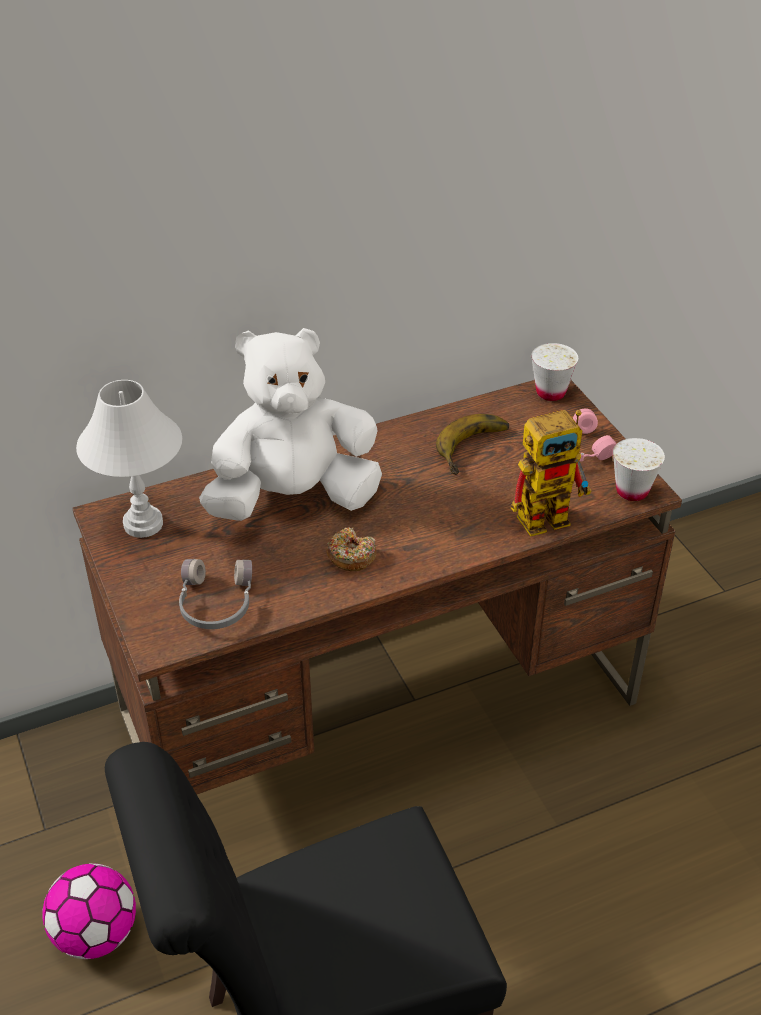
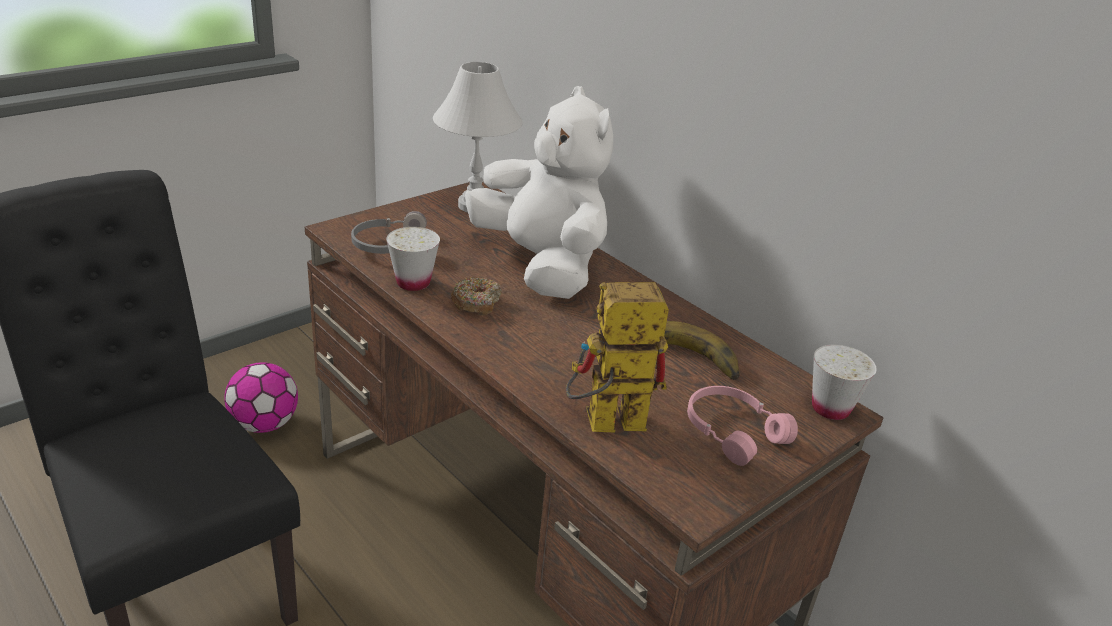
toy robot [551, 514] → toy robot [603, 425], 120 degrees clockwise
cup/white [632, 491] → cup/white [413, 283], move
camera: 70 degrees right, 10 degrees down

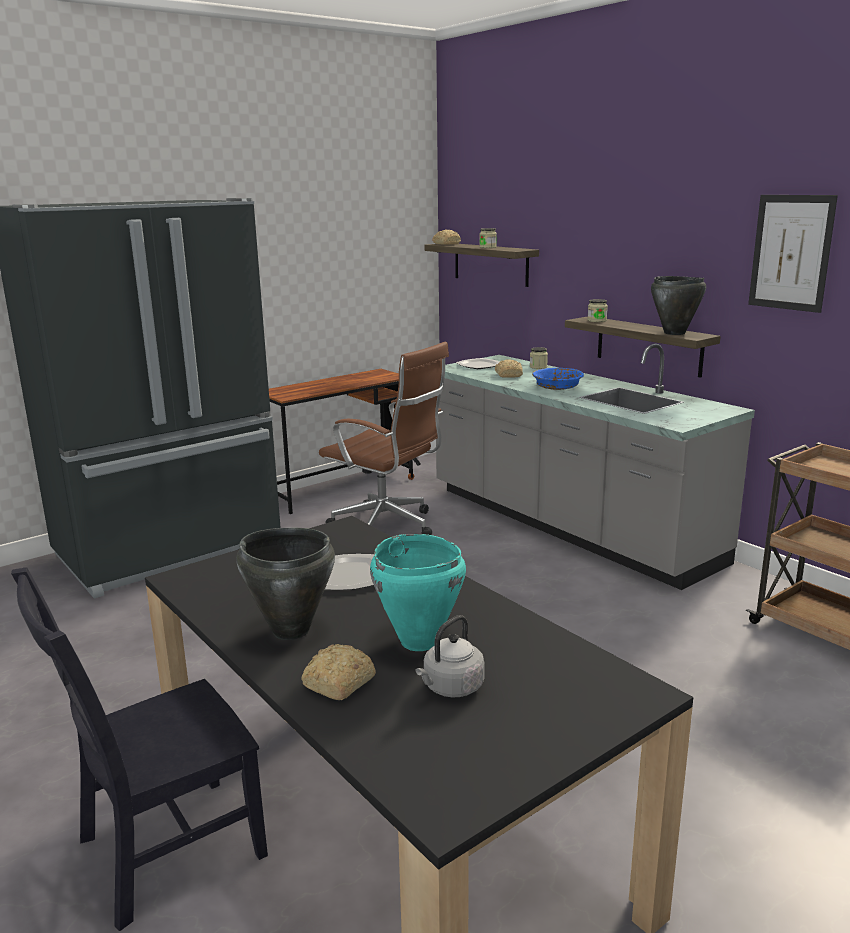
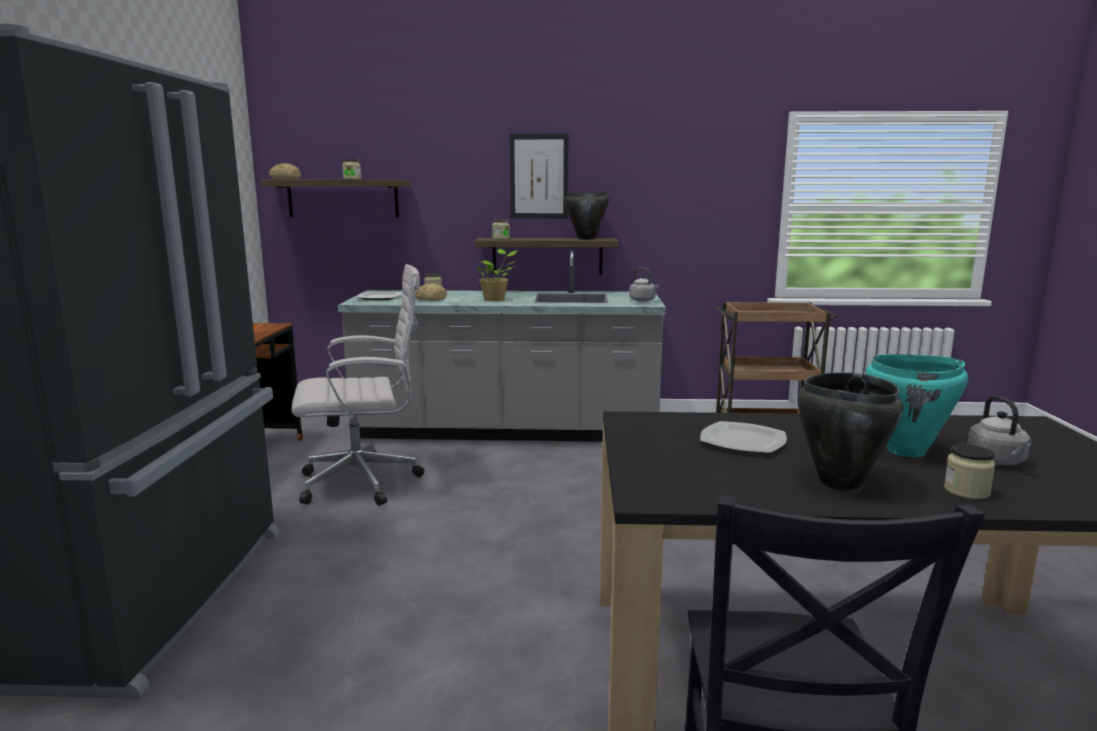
bread [337, 684] → jar [966, 491]
office chair/brown [388, 527] → office chair/white [365, 482]
bowl/blue [557, 387] → potted plant [496, 299]
picture [791, 252] → picture [539, 176], move
- → kettle/grey [643, 300]
camera: 50 degrees left, 5 degrees down

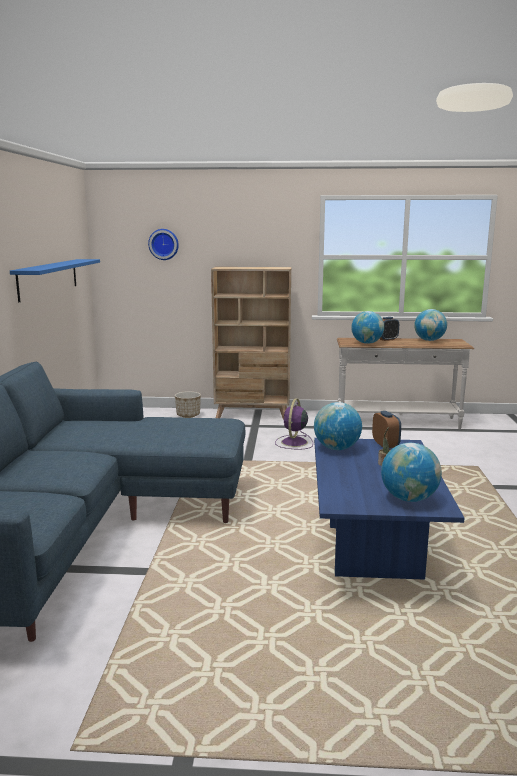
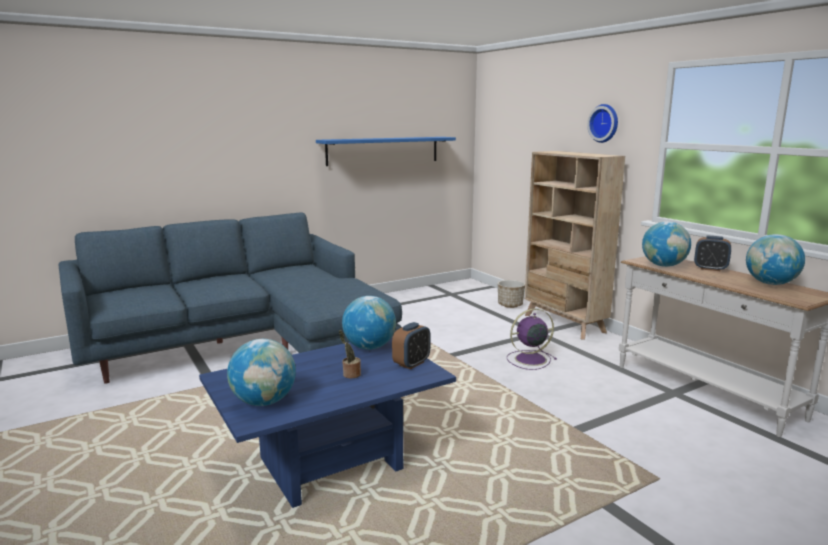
wall clock [164, 244] → wall clock [605, 123], move
camera: 55 degrees right, 0 degrees up

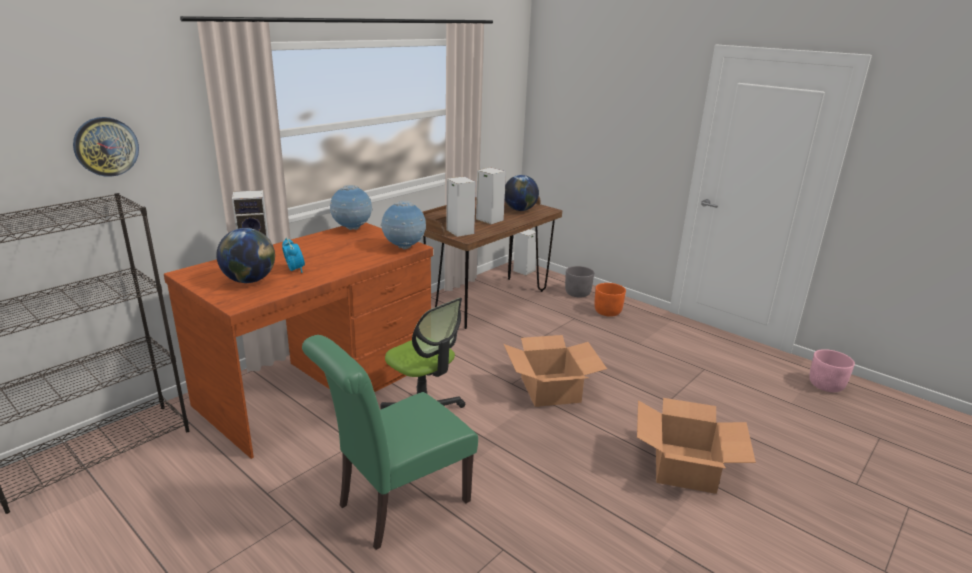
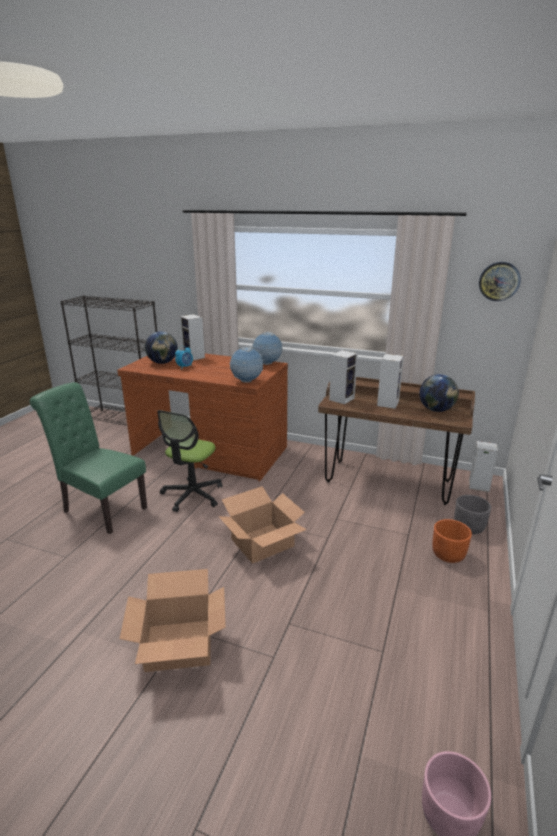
wall clock [106, 146] → wall clock [499, 281], move
camera: 70 degrees right, 0 degrees up

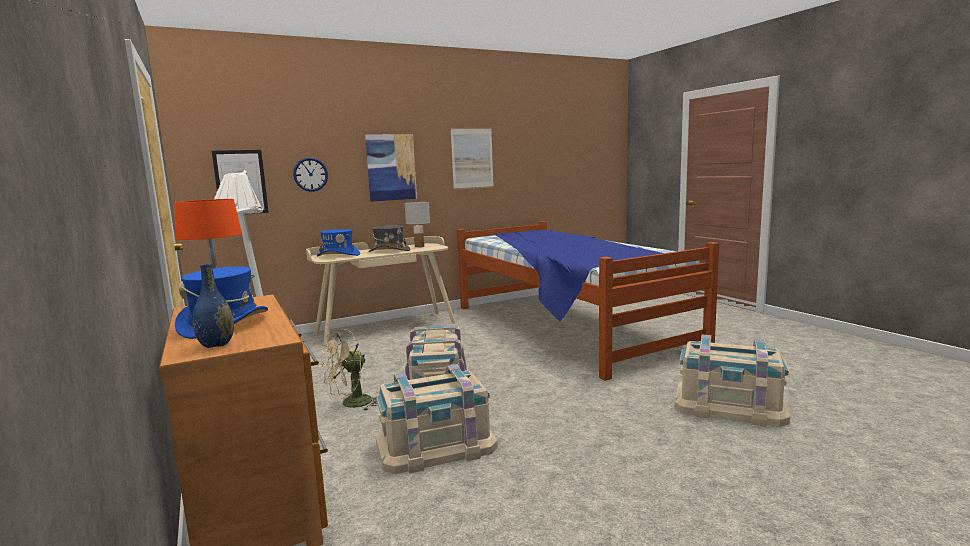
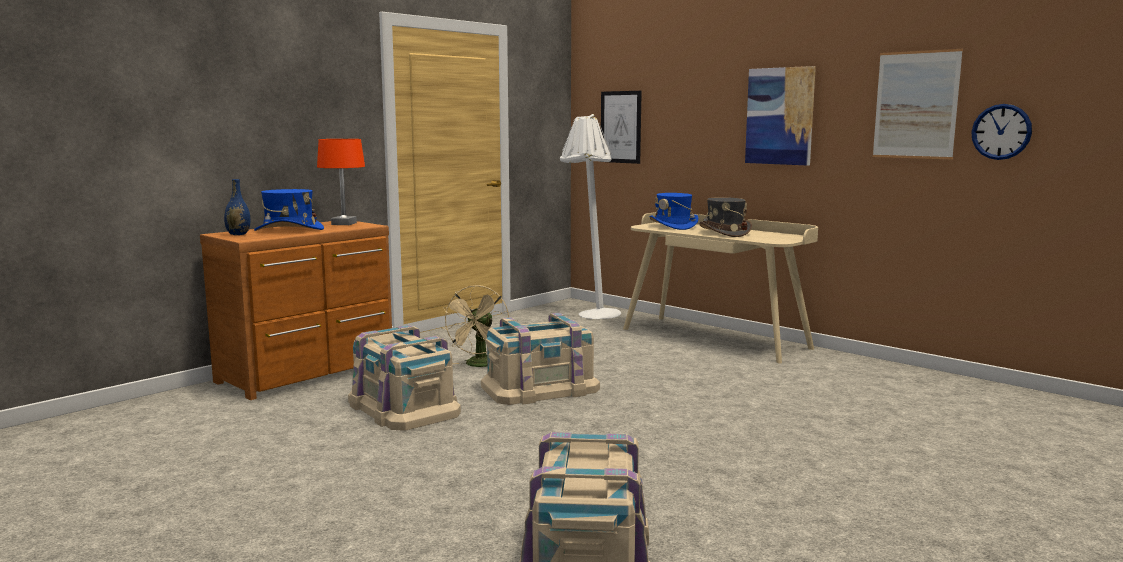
wall clock [310, 174] → wall clock [1001, 132], move
fan/beige [351, 404] → fan/beige [479, 365], 105 degrees counterclockwise
table lamp/white [419, 246] → -
bed [566, 326] → -
camera: 70 degrees right, 0 degrees up

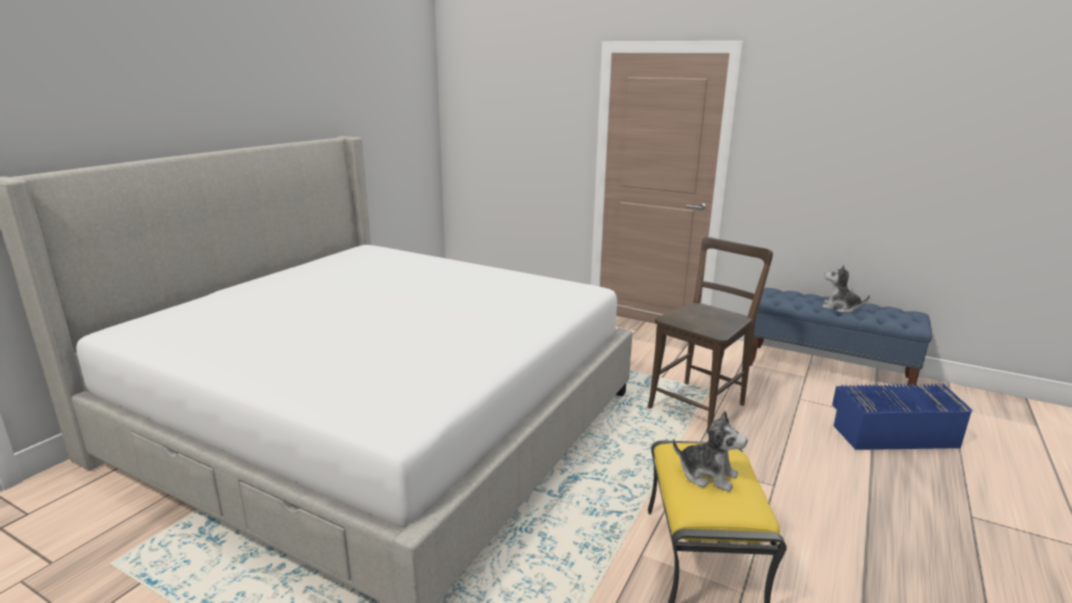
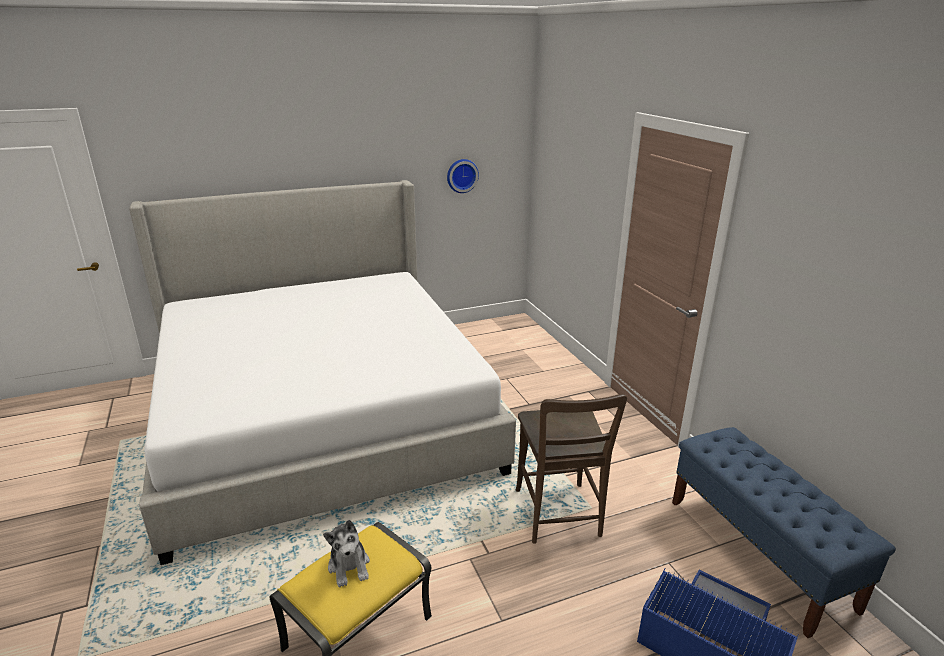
chair/brown [699, 404] → chair/brown [558, 516], 90 degrees clockwise
plush toy [840, 308] → -
- → wall clock [461, 175]
camera: 40 degrees right, 5 degrees up

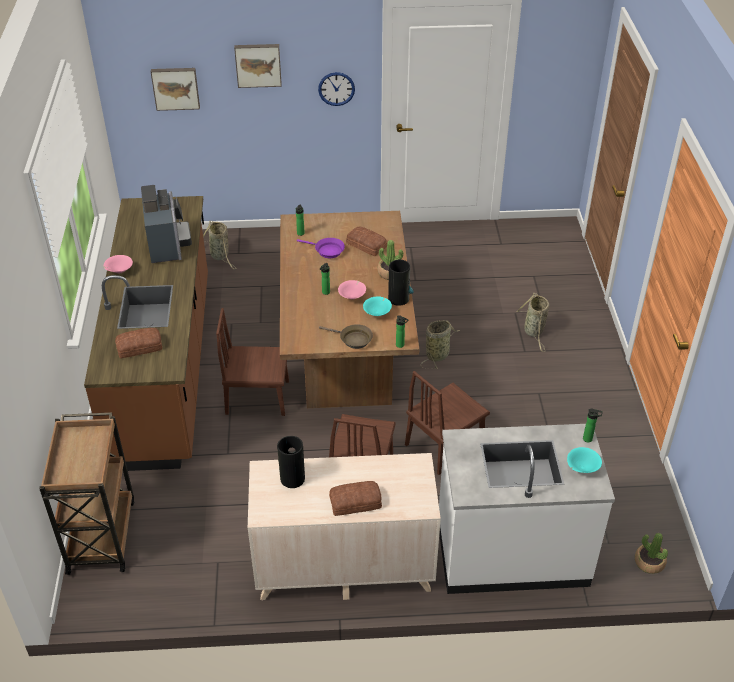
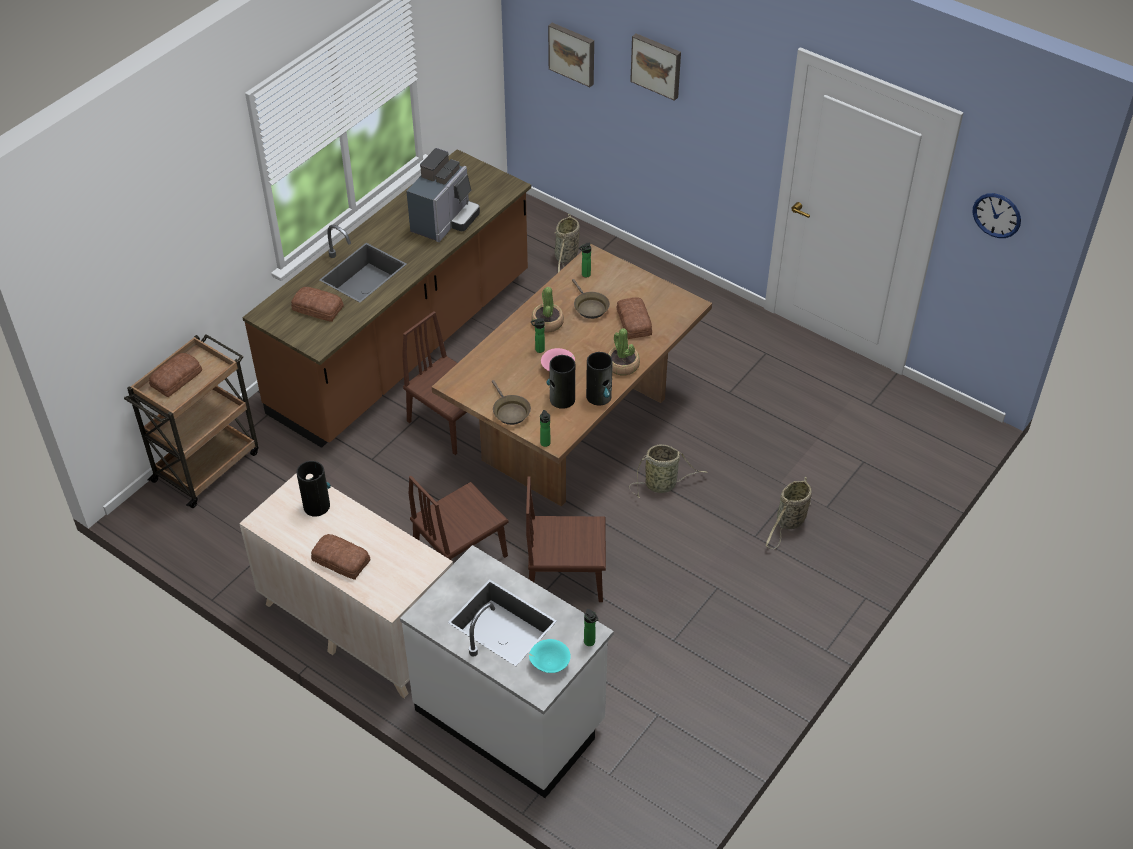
bowl/pink [119, 271] → -
frying pan/purple [327, 251] → frying pan/brown [589, 307]
wall clock [336, 89] → wall clock [997, 215], move
bowl/turquoise [377, 313] → vase [562, 399]
potted plant [649, 562] → potted plant [547, 323], move
- → bread [177, 379]
camera: 40 degrees right, 5 degrees up

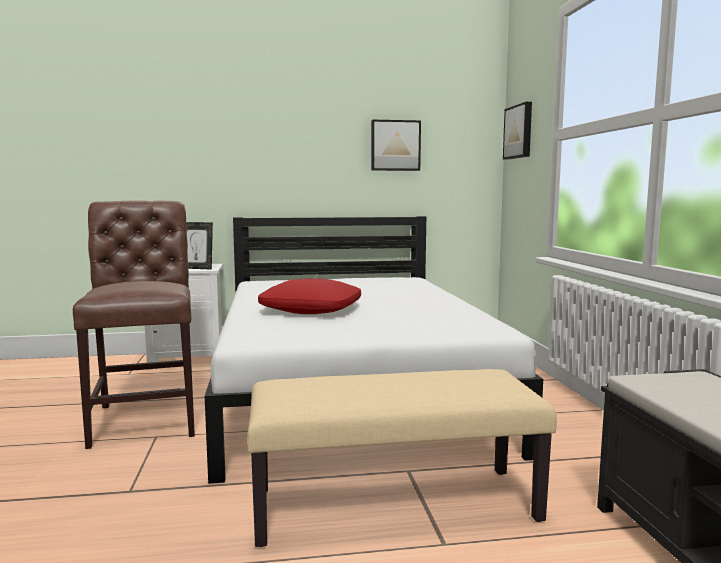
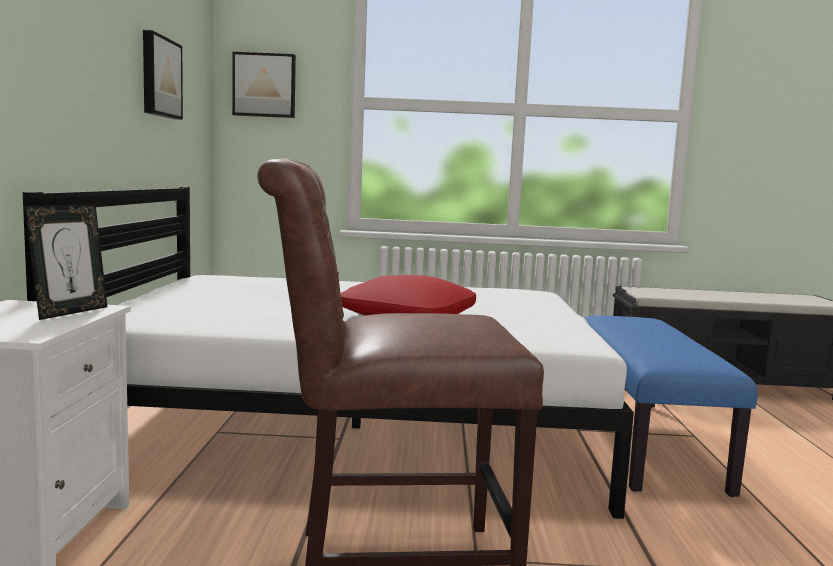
bench/beige [395, 504] → bench/blue [641, 441]
camera: 80 degrees left, 0 degrees up

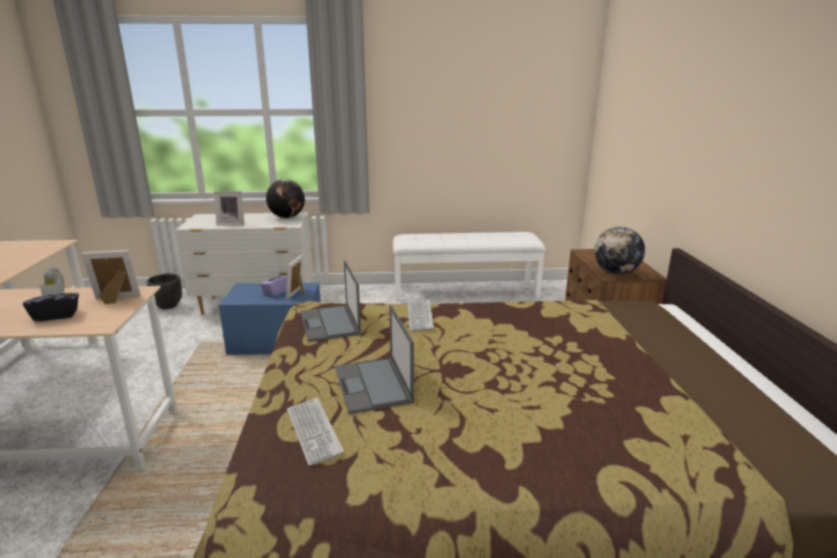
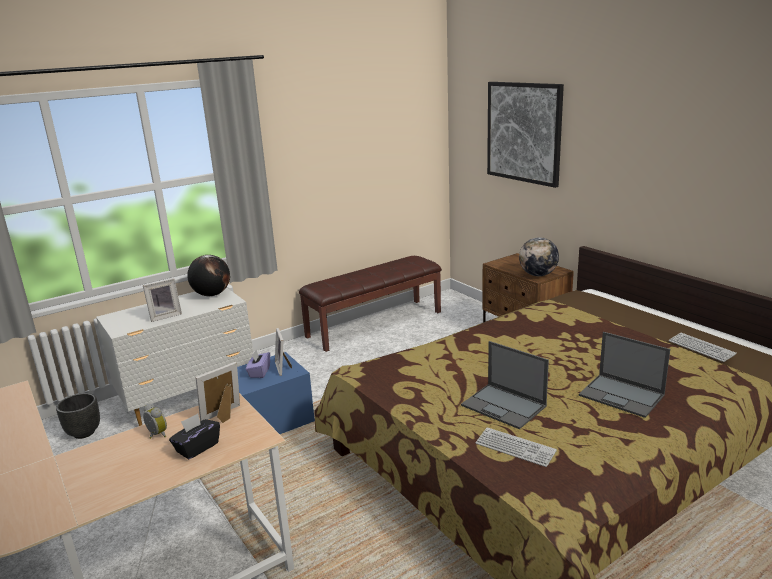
laptop [330, 323] → laptop [622, 395], move
bench/white [465, 290] → bench/brown [374, 324]
keyboard [420, 316] → keyboard [701, 348], move
- → picture [523, 132]
camera: 30 degrees left, 0 degrees up

